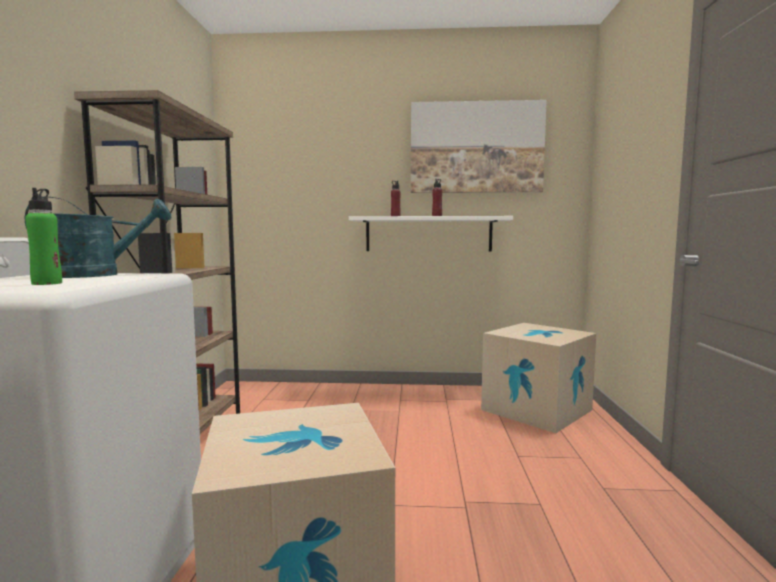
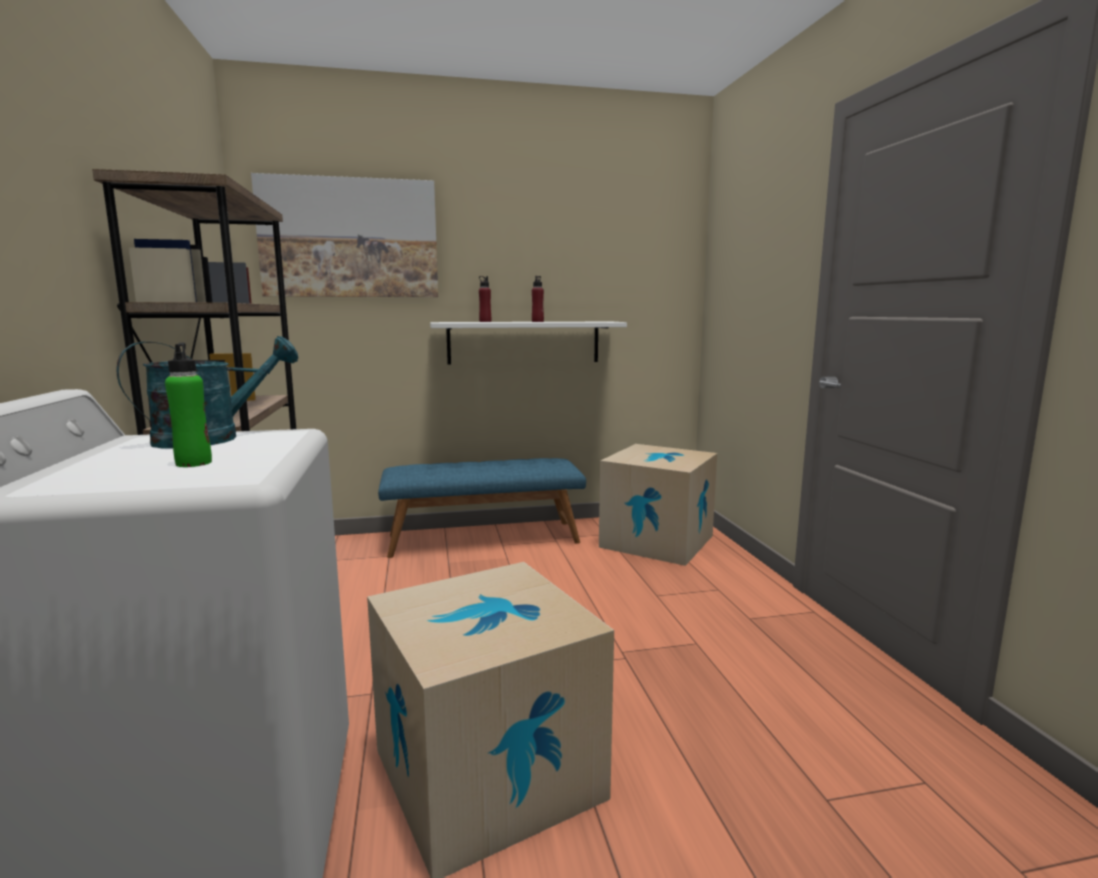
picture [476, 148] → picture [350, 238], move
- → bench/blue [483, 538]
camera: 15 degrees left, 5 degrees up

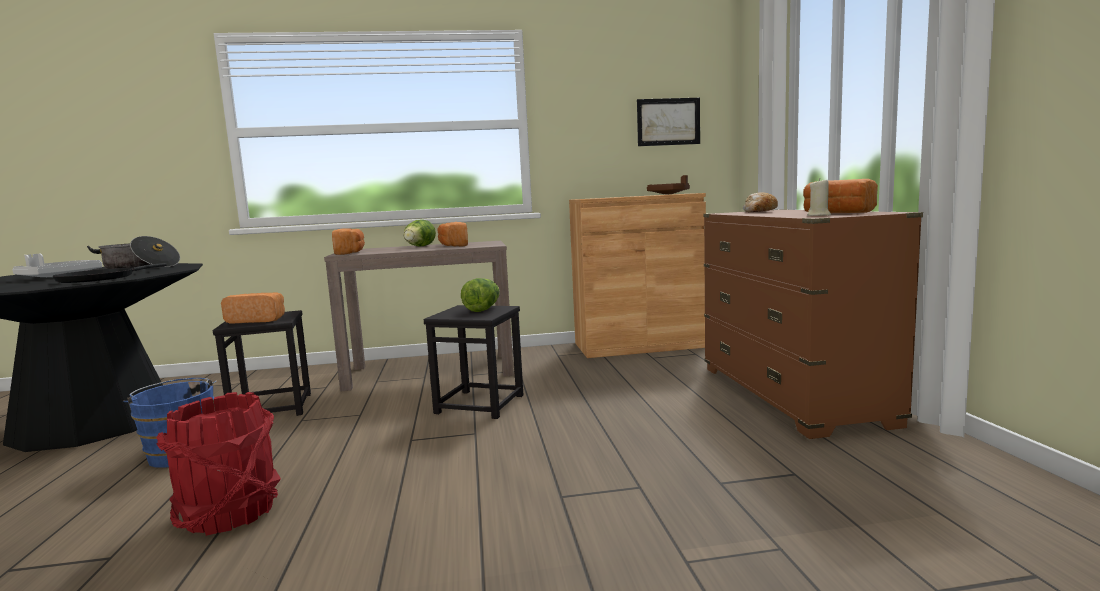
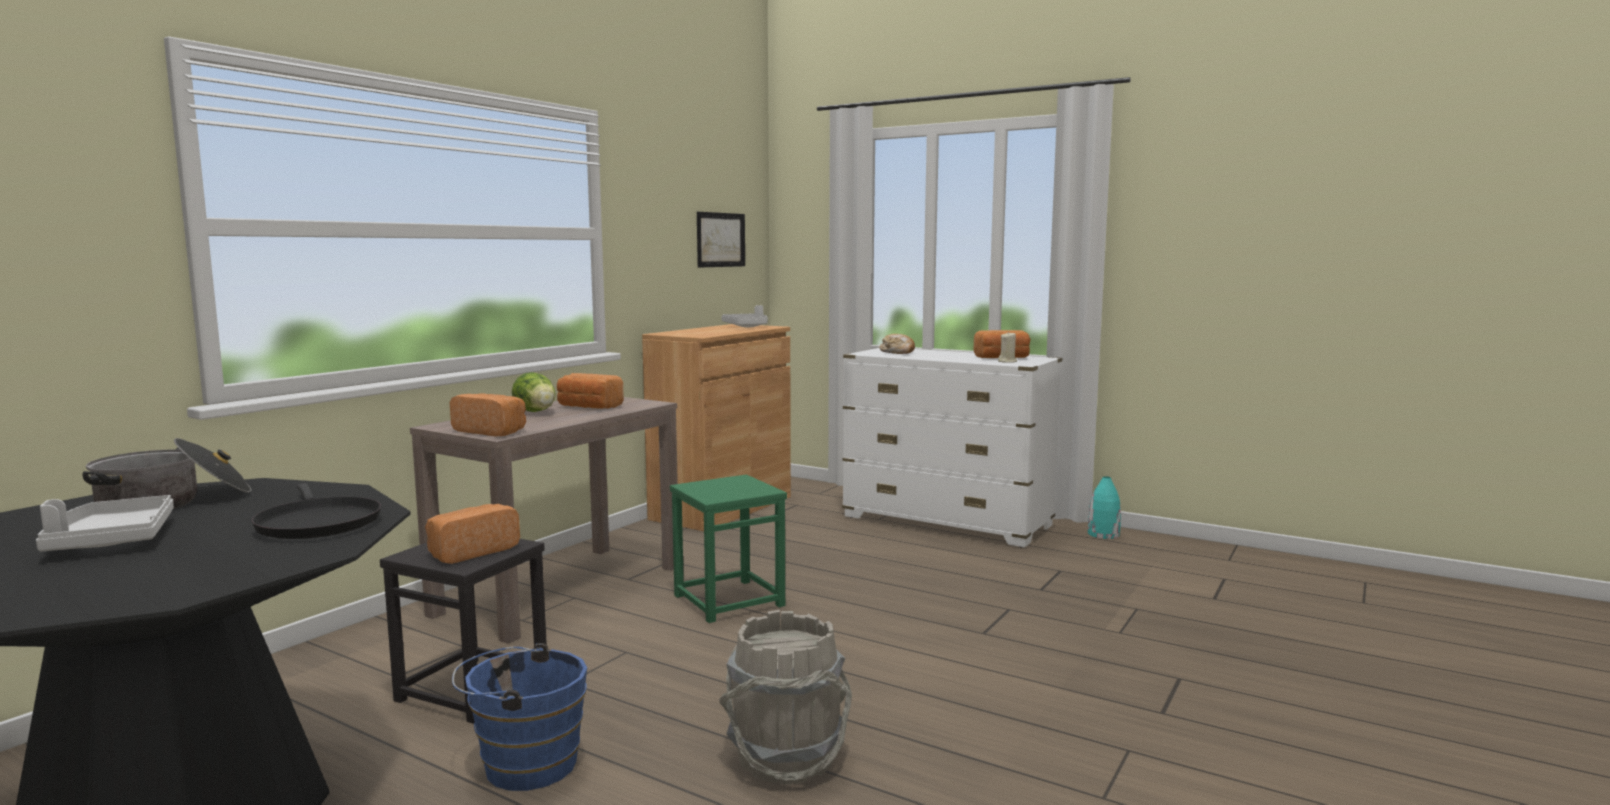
bucket/red [230, 513] → bucket/grey [785, 758]
stool/black [480, 404] → stool/green [728, 600]
lettuce [483, 309] → -
tray/brown [668, 194] → tray/grey [747, 327]
dresser/brown [791, 396] → dresser/white [947, 522]
- → vase/turquoise [1103, 534]
camera: 50 degrees left, 0 degrees up

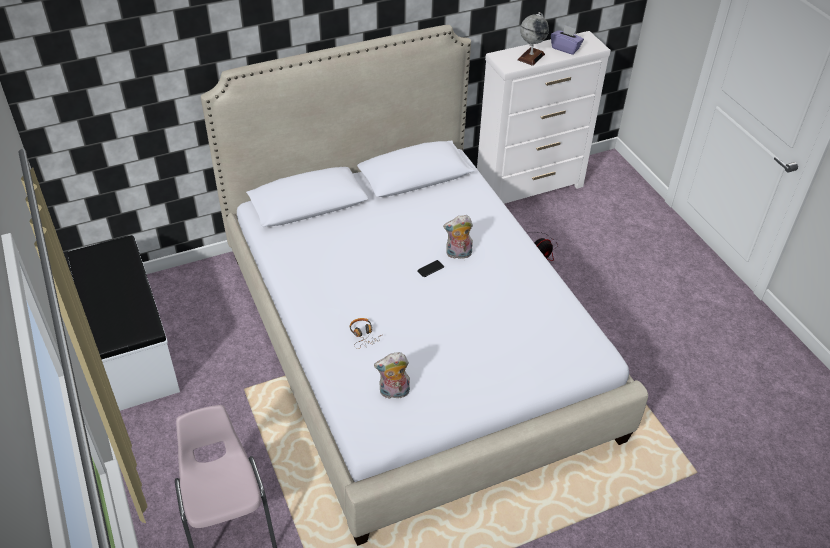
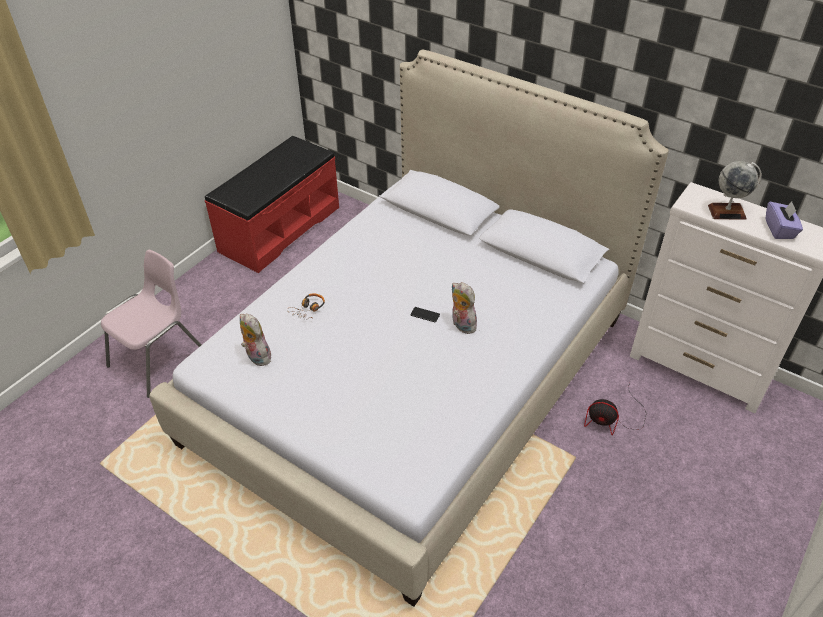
bench/white [130, 348] → bench/red [279, 228]
camera: 60 degrees right, 0 degrees up

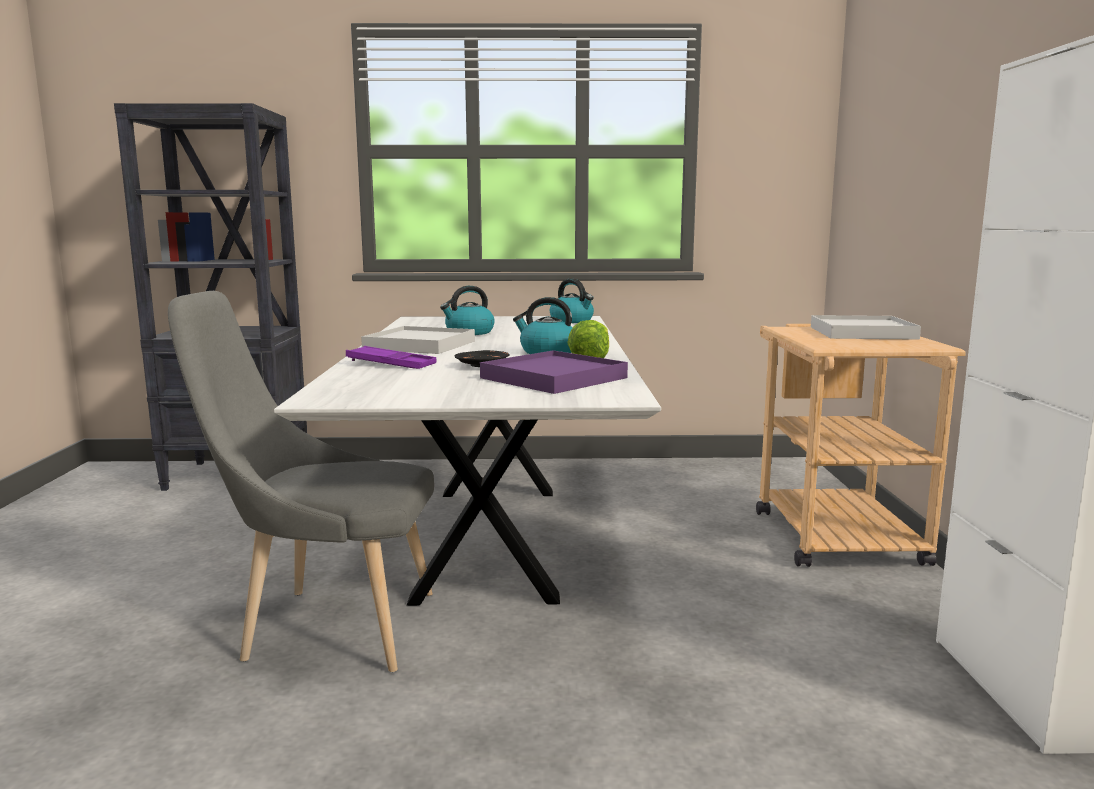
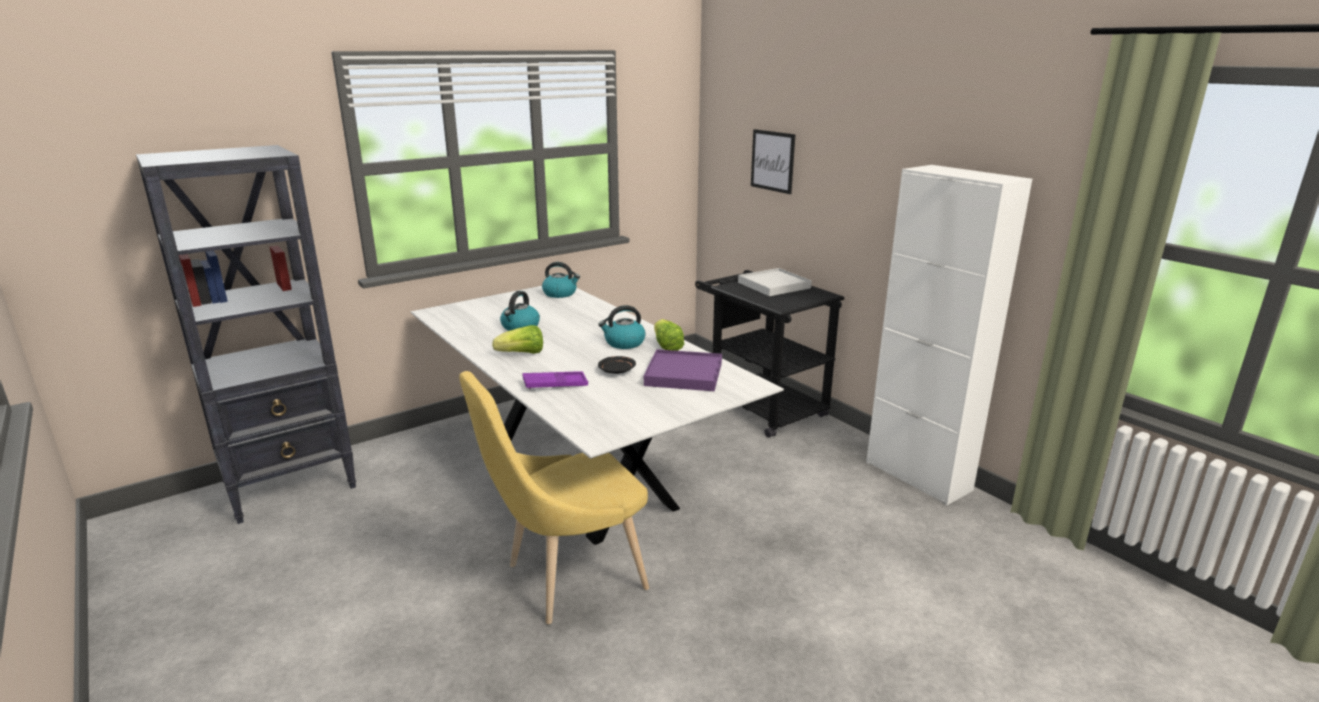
chair/grey [328, 627] → chair/yellow [567, 579]
tray/white [420, 345] → lettuce [522, 354]
cart/beige [831, 531] → cart/black [760, 406]
- → picture [772, 161]
camera: 35 degrees left, 10 degrees up

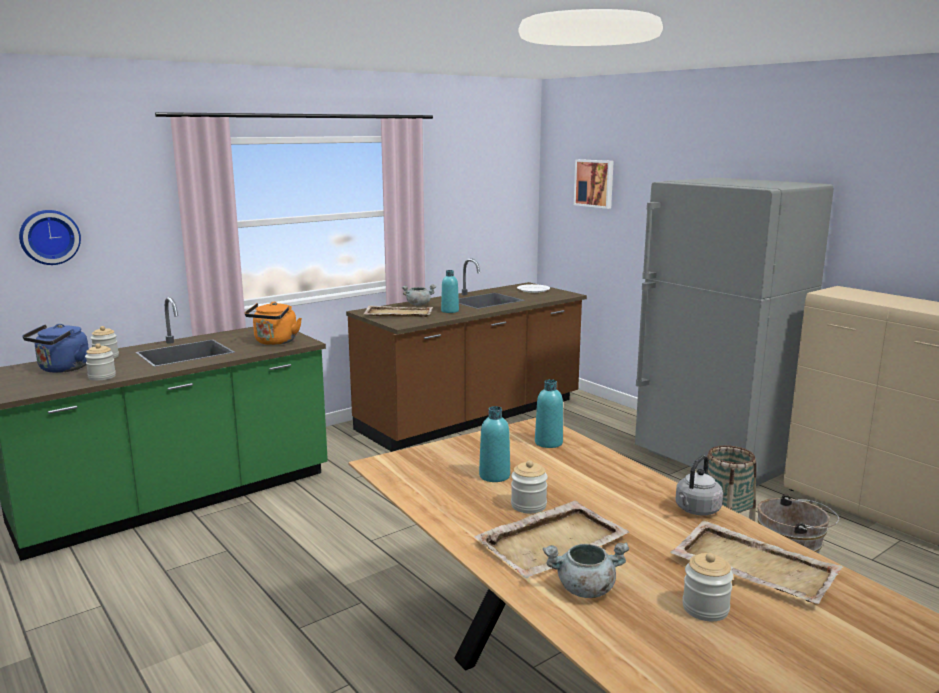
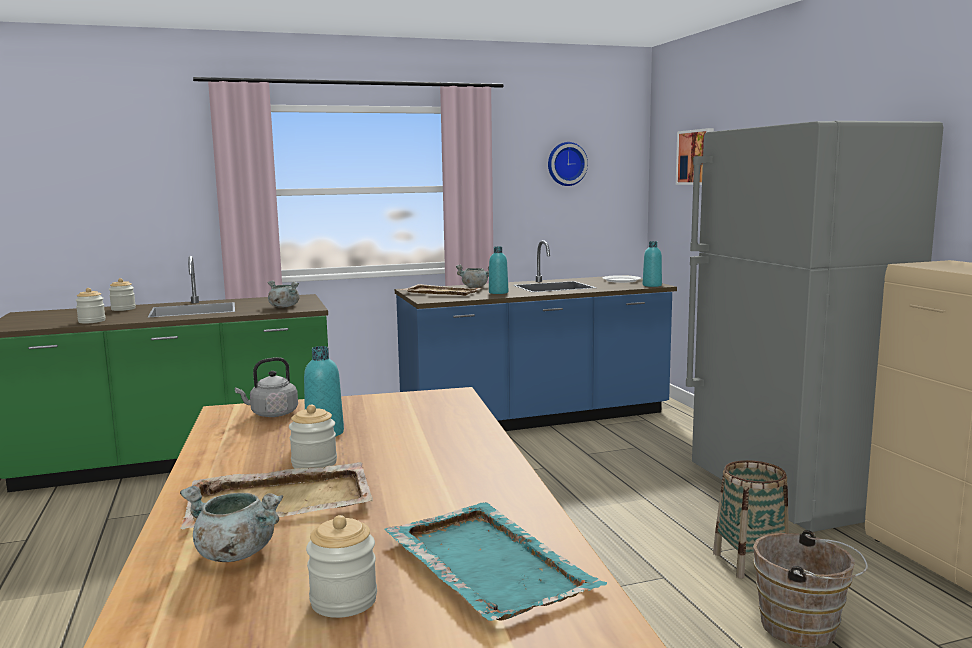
wall clock [49, 237] → wall clock [566, 164], move
kettle/blue [62, 369] → -
kettle/orange [275, 342] → cooking pot/grey [283, 306]
counter/brown [471, 416] → counter/blue [534, 417]
bottle/turquoise [548, 443] → bottle/turquoise [652, 285], move
tray/beige [753, 565] → tray/turquoise [486, 563]
kettle/grey [696, 510] → kettle/grey [272, 414], move
camera: 20 degrees right, 5 degrees down

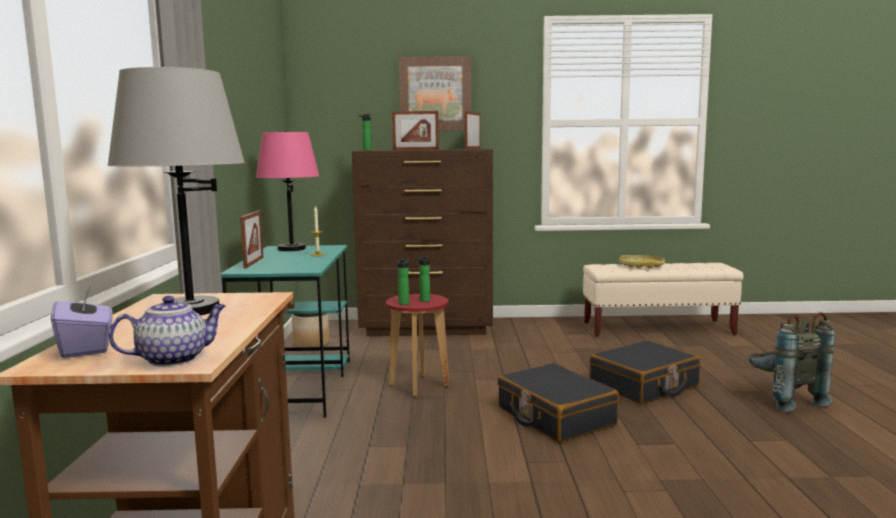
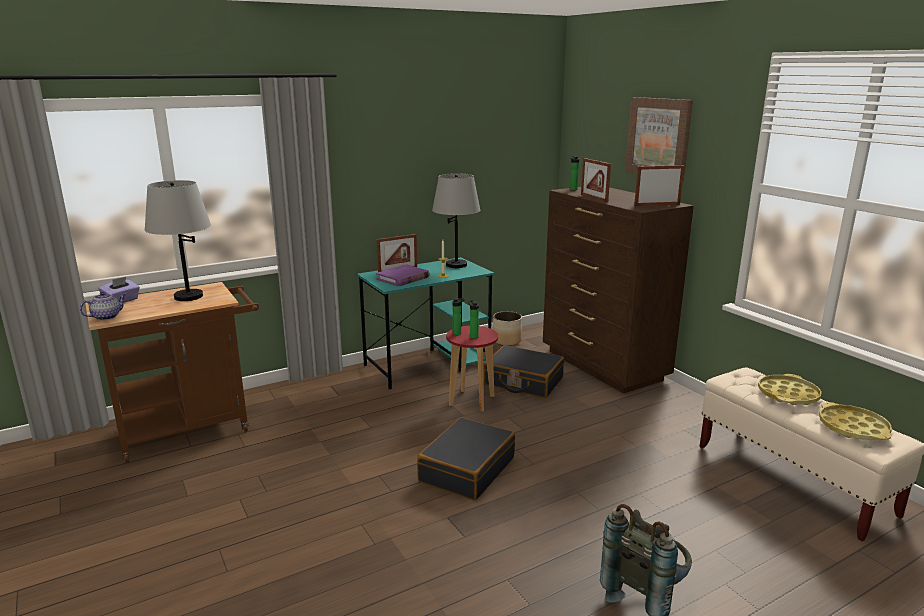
teapot [174, 359] → teapot [107, 317], 75 degrees counterclockwise
table lamp/pink [291, 249] → table lamp/grey [456, 265]
suitcase/black [644, 385] → suitcase/black [523, 381], move
- → book/purple [403, 278]
- → tray/yellow [853, 428]
camera: 60 degrees right, 10 degrees up

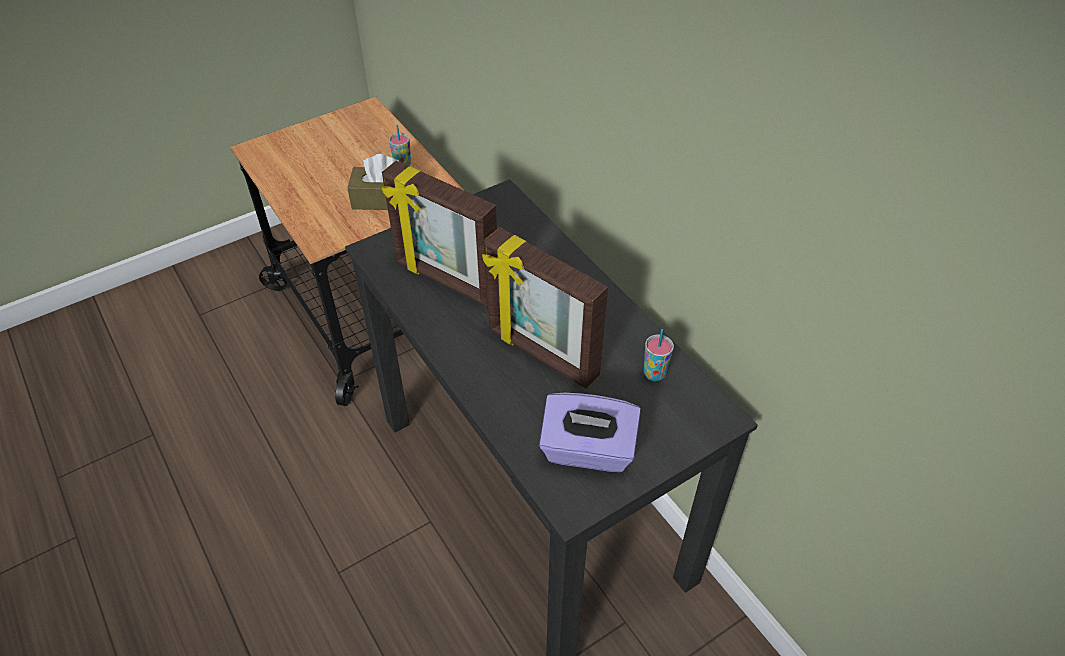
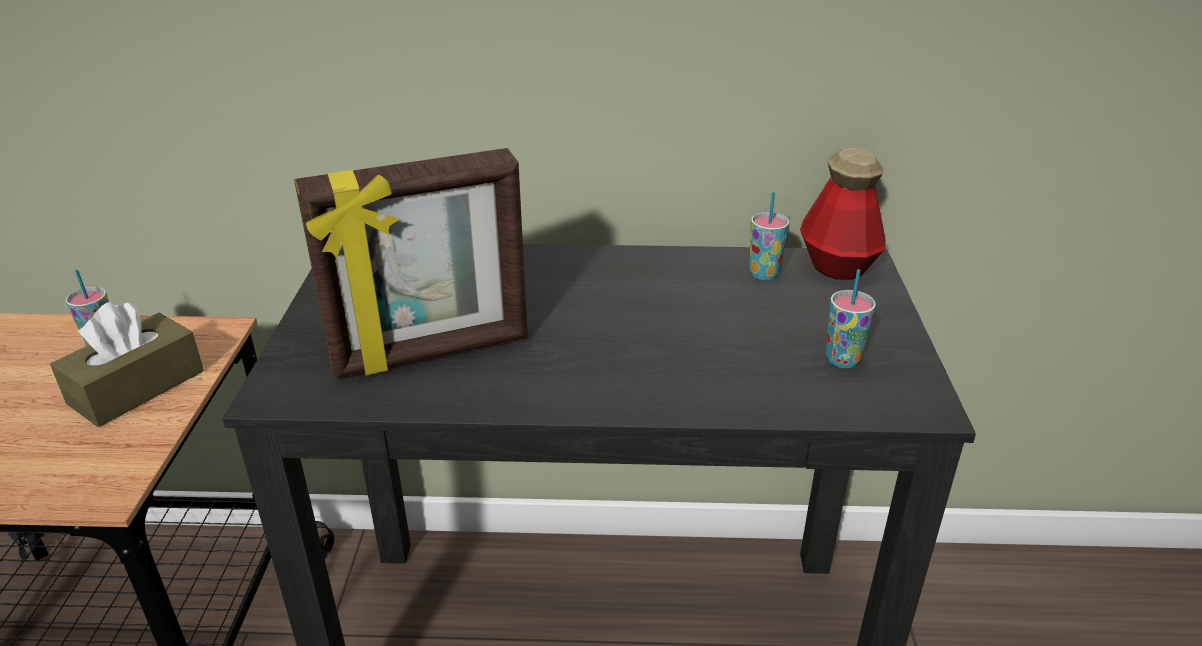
picture frame [541, 354] → -
tissue box/purple [587, 451] → cup [842, 360]
- → bottle [837, 266]
camera: 55 degrees left, 15 degrees down

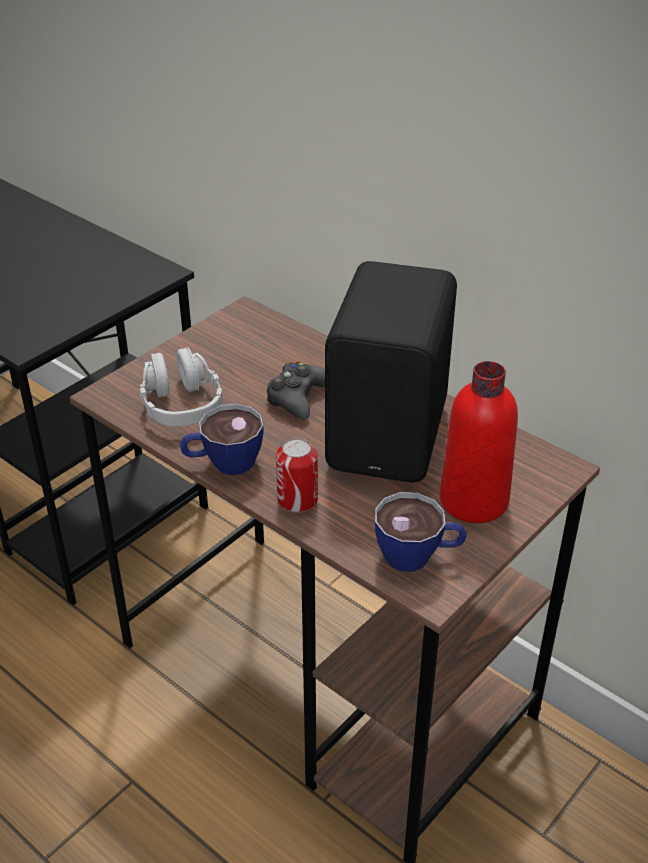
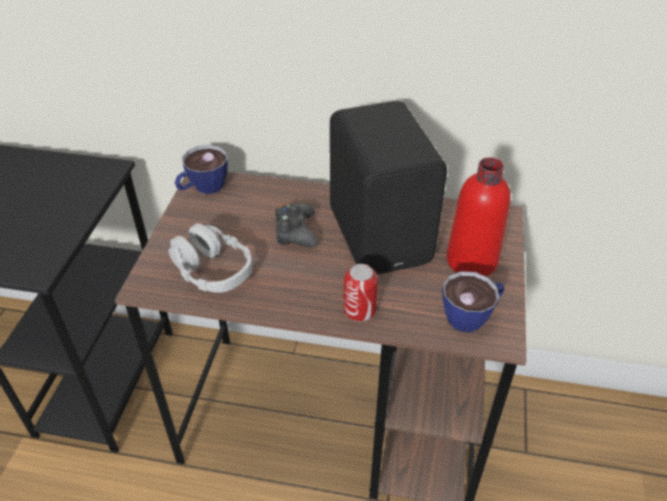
cup [223, 463] → cup [203, 188], move
camera: 30 degrees left, 5 degrees up

